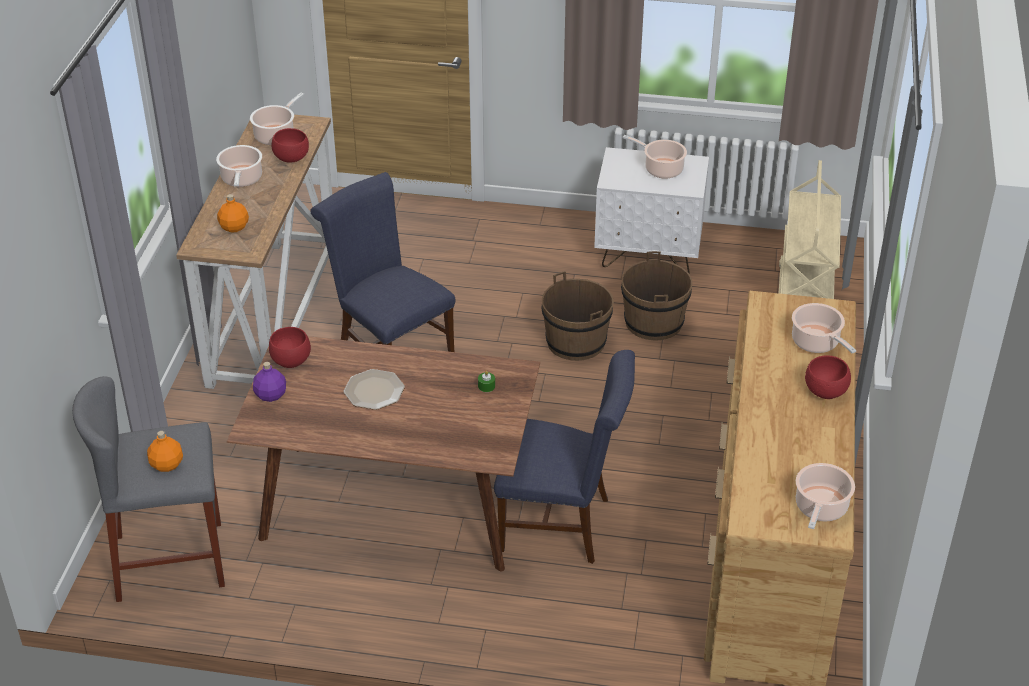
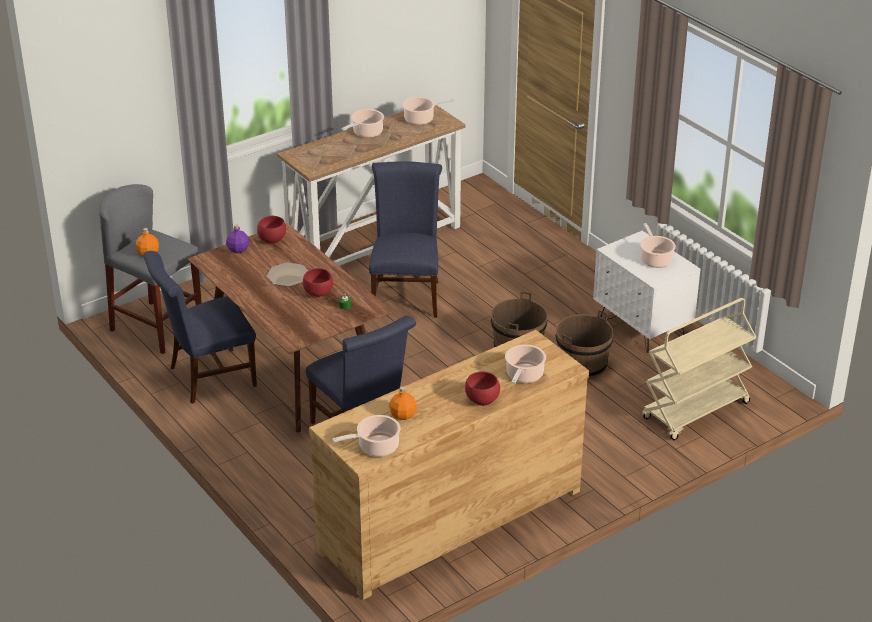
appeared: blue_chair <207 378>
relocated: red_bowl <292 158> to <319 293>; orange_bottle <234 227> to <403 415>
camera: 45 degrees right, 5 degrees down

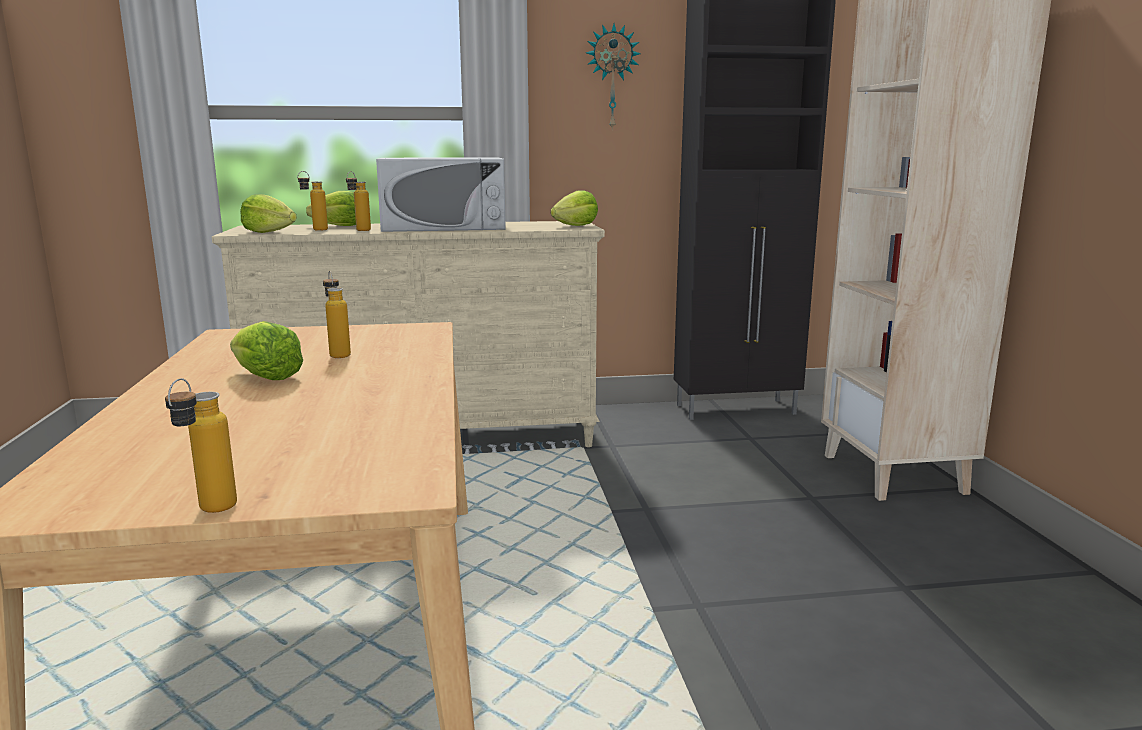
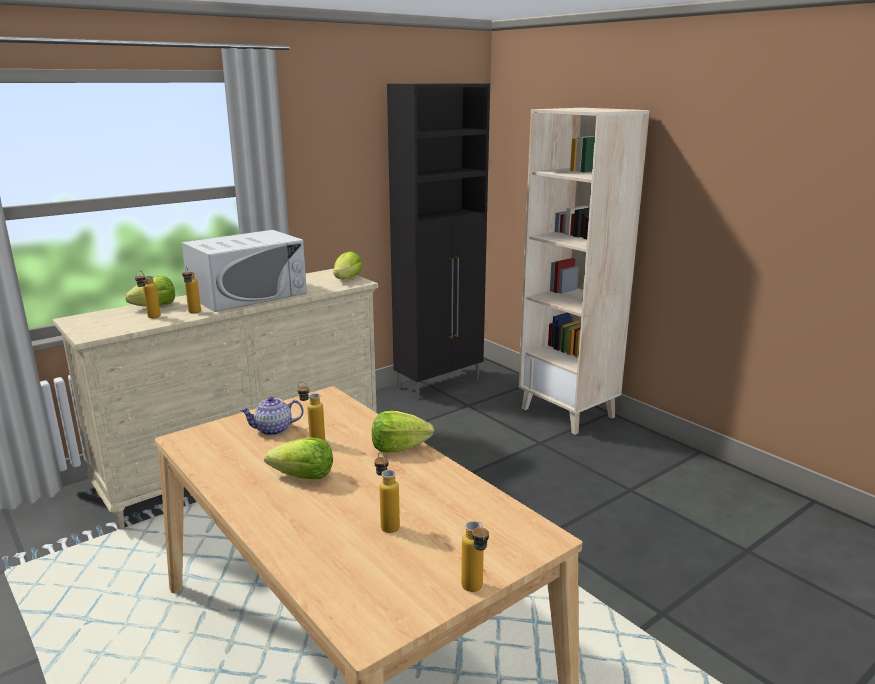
missing: wall_clock <612 77>
appeared: teapot <273 430>; bottle <387 524>
relocated: lettuce <269 232> to <399 448>
camera: 30 degrees left, 5 degrees up

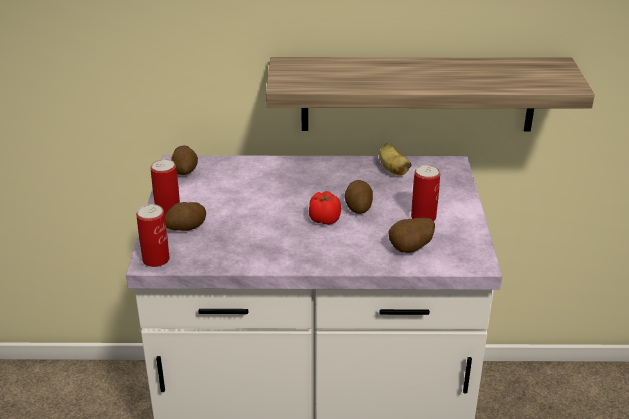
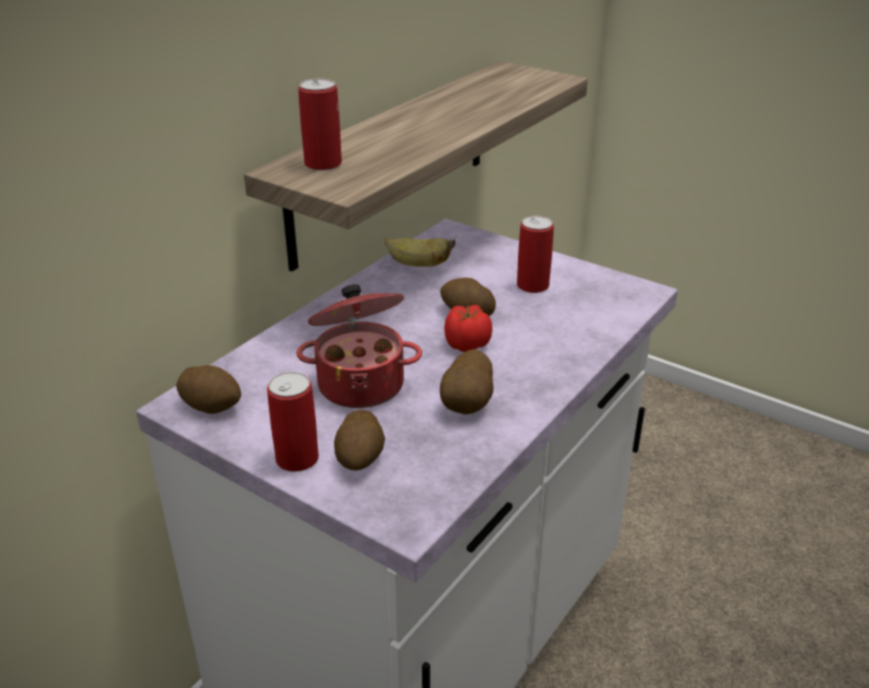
appeared: cooking_pot <361 383>
relocated: can <156 259> to <323 164>; potato <411 250> to <468 405>
camera: 55 degrees left, 0 degrees up

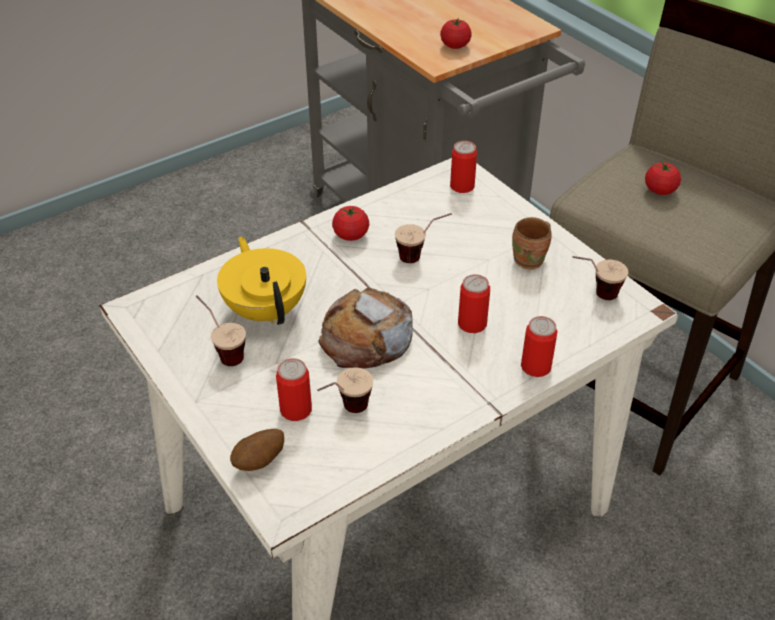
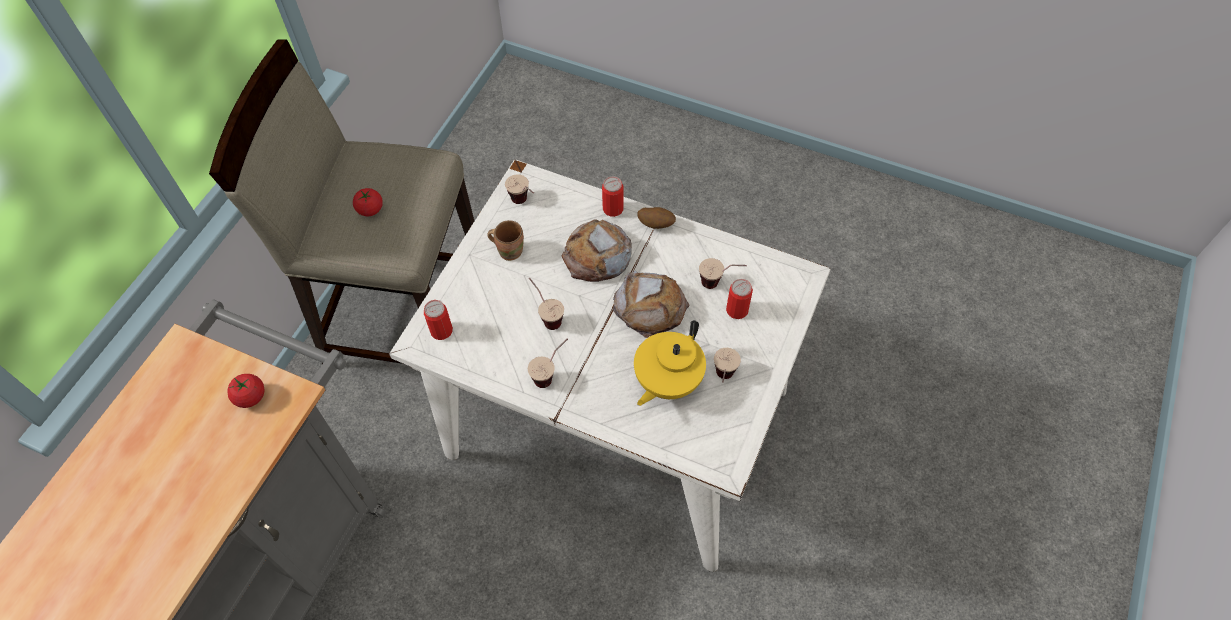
relocated: potato <260 462> to <656 224>
exchanged: tomato <351 235> to cup <551 374>; can <472 324> to bread <597 255>
camera: 120 degrees left, 15 degrees up

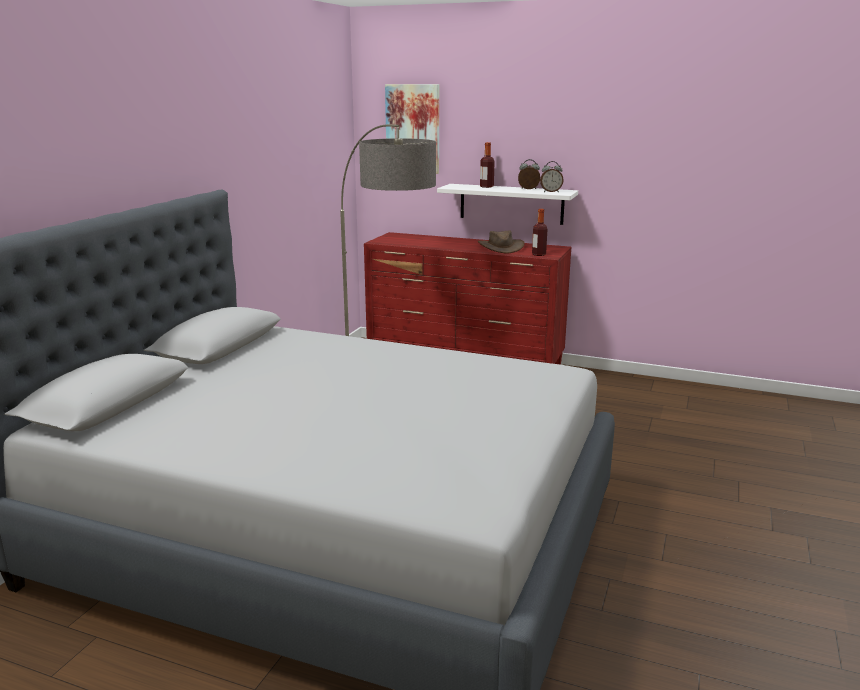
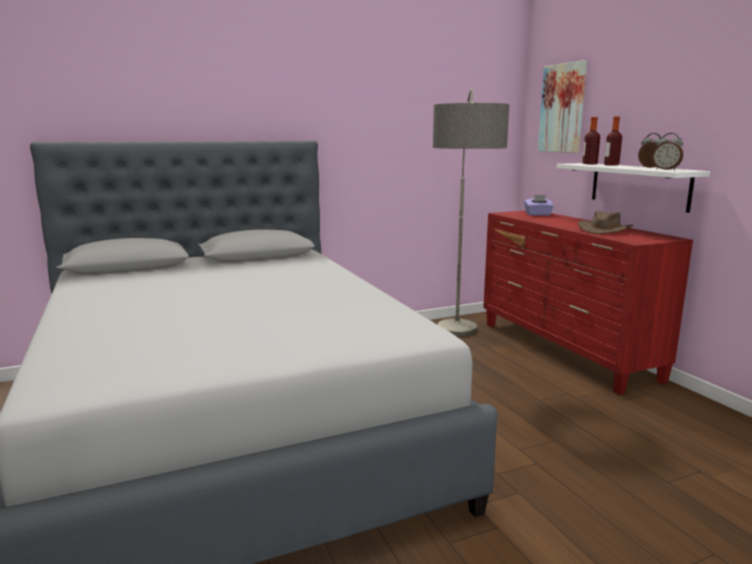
appeared: purple_tissue_box <538 214>
relocated: bottle <538 254> to <589 164>
camera: 45 degrees right, 5 degrees down

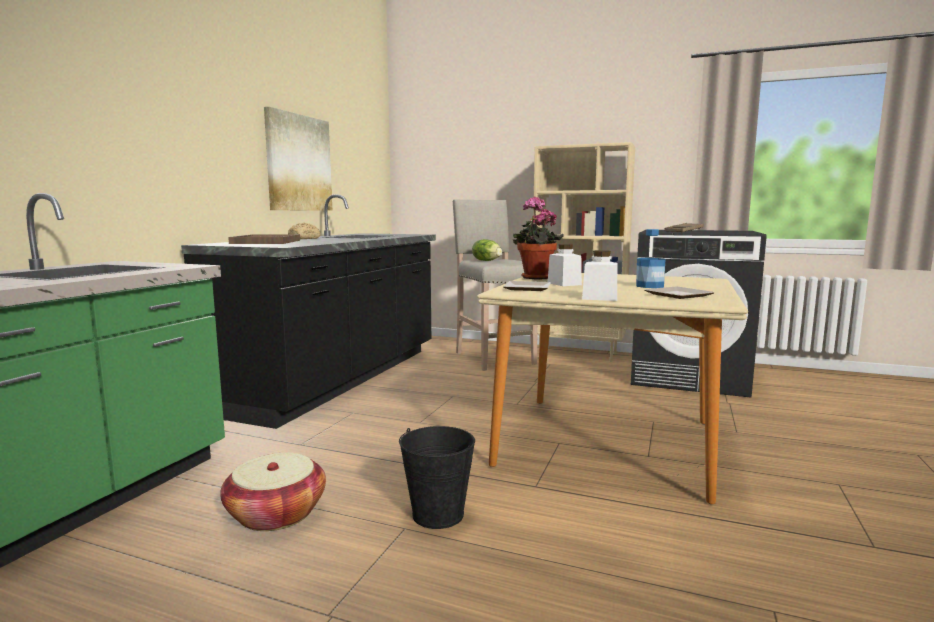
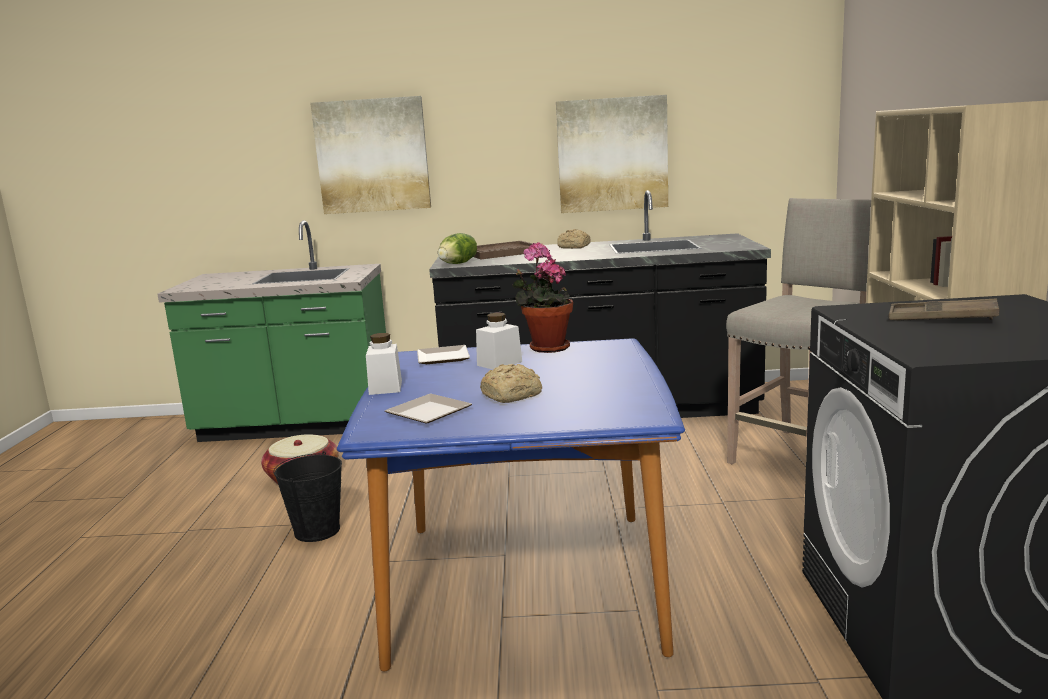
appeared: picture <372 155>
relocated: lettuce <487 261> to <458 263>
exchanged: bottle <649 286> to bread <513 395>
colour: beige_dining_table <609 443> to blue_dining_table <525 585>
camera: 70 degrees right, 5 degrees up

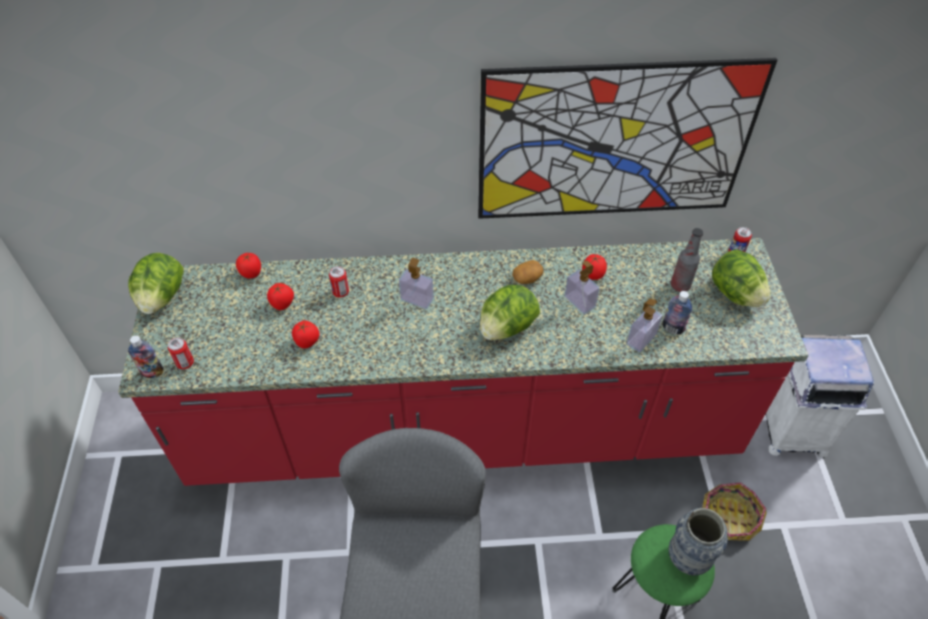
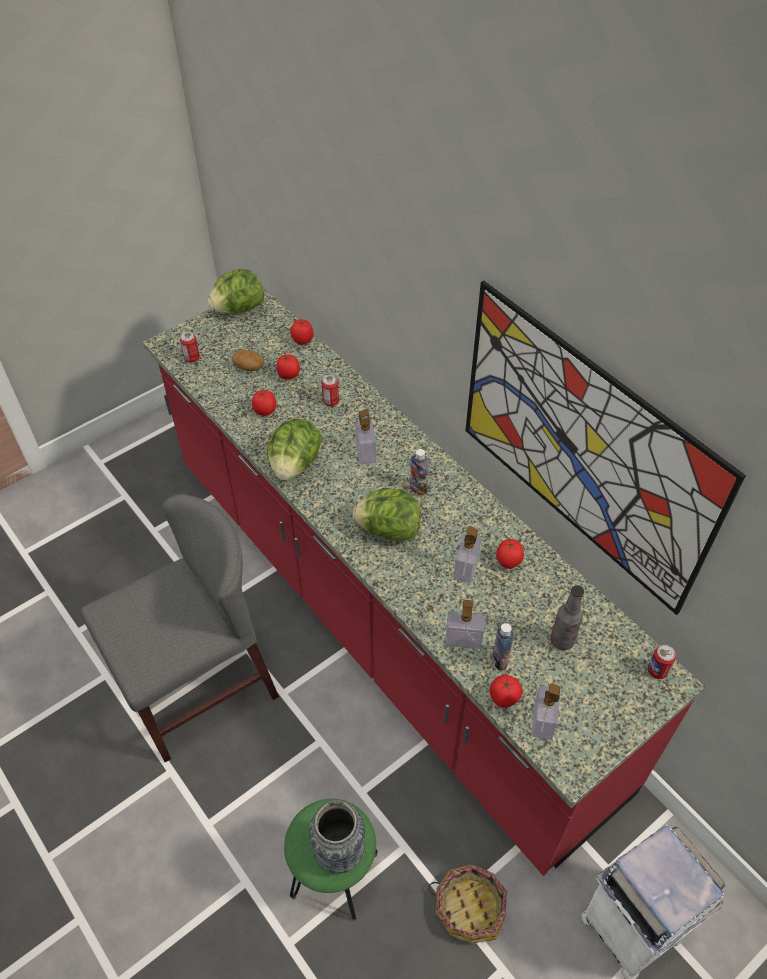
appeared: tomato <504 698>; soap_dispenser <542 721>
relocated: lettuce <735 294> to <295 464>; potato <527 278> to <248 366>; bottle <152 372> to <418 488>
camera: 55 degrees right, 0 degrees up

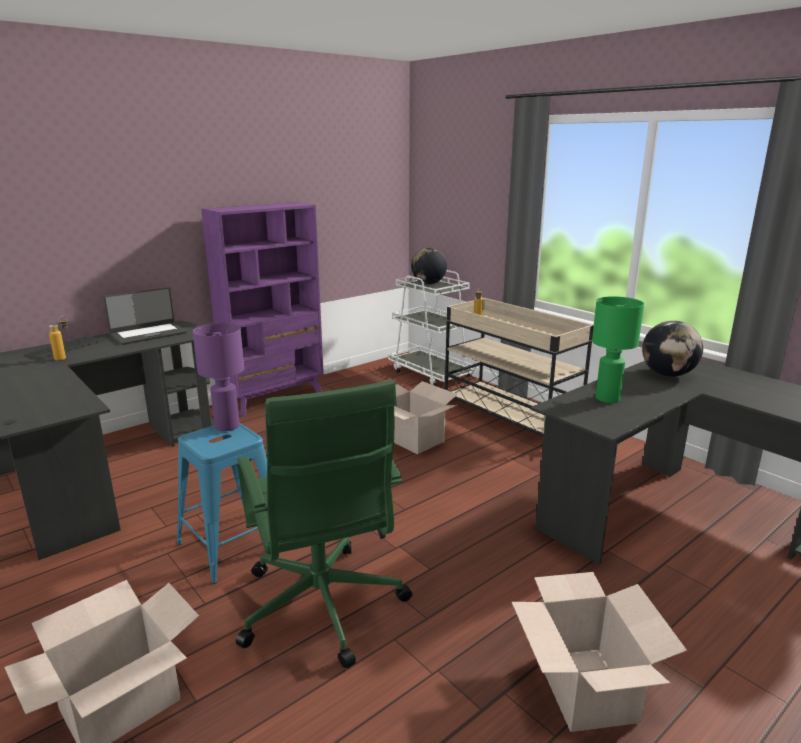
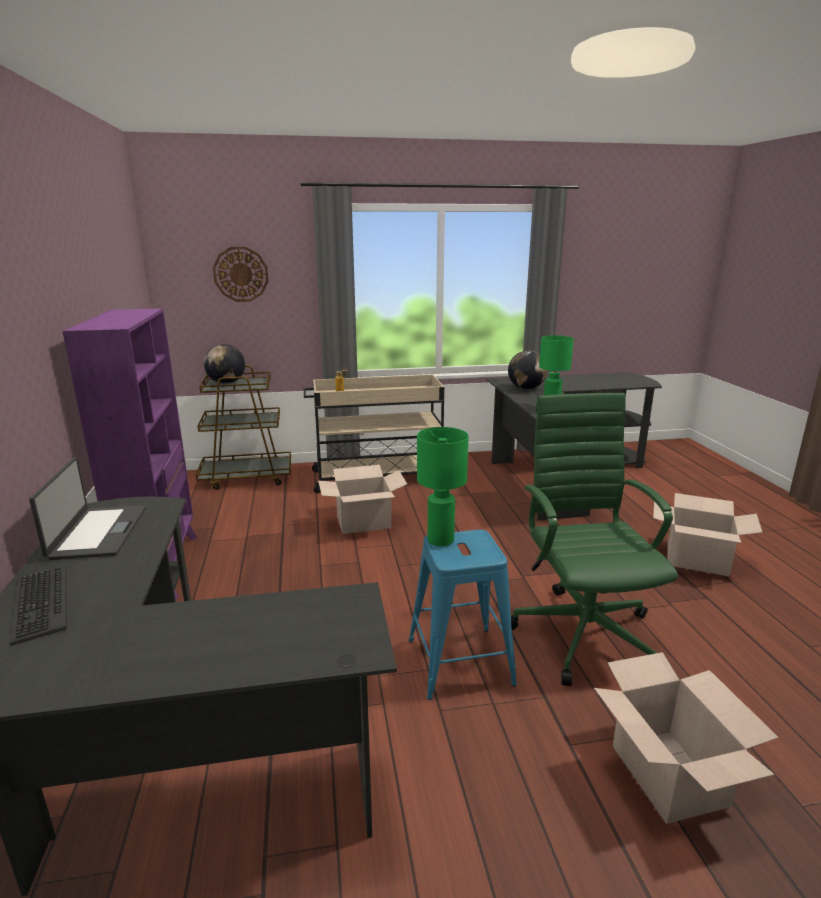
missing: bottle <64 358>
appeared: wall_clock <241 274>
colour: white_cart <430 374> to brown_cart <247 477>; purple_table_lamp <226 426> to green_table_lamp <440 540>
spun: green_office_chair <322 608> = <583 632> 105 degrees counterclockwise
camera: 60 degrees left, 0 degrees up

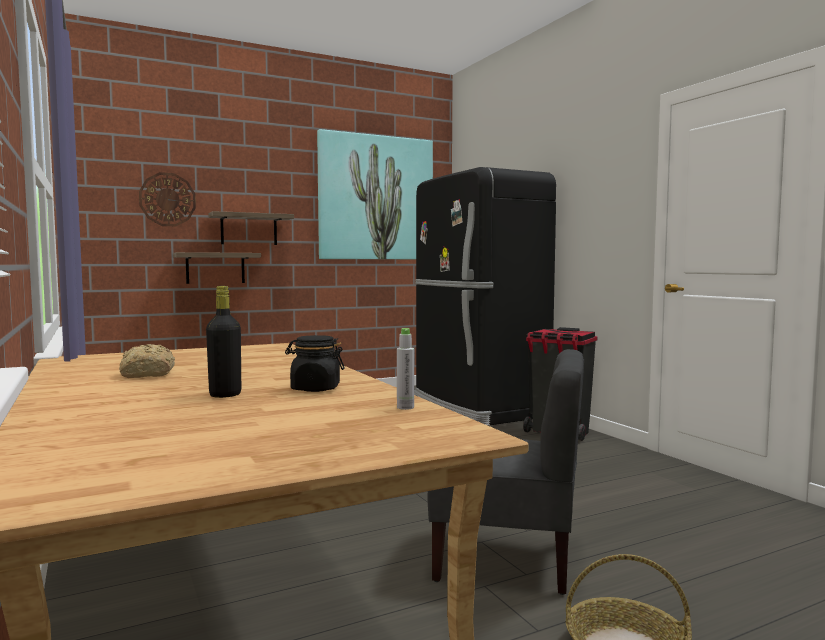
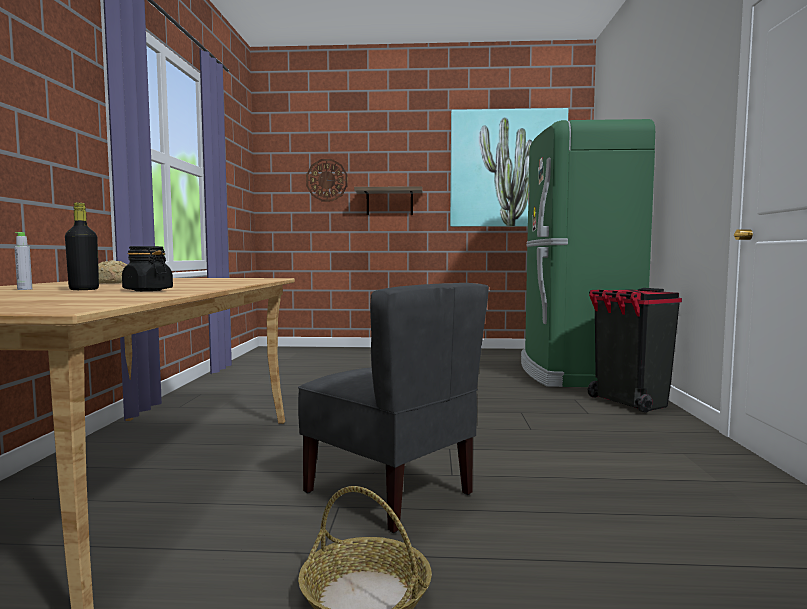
missing: shelf <215 268>
relocated: grey_bottle <405 407> to <24 289>
colour: black_fridge <476 409> to green_fridge <573 373>
camera: 30 degrees right, 0 degrees up

